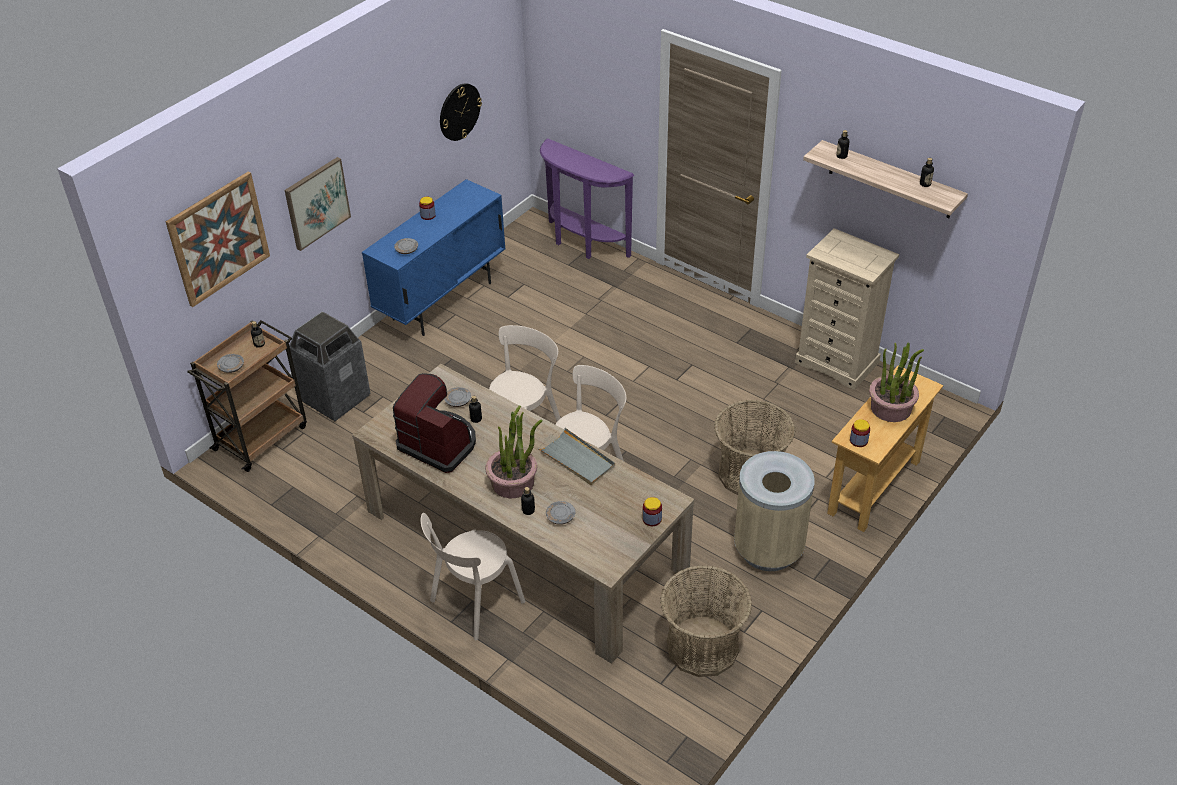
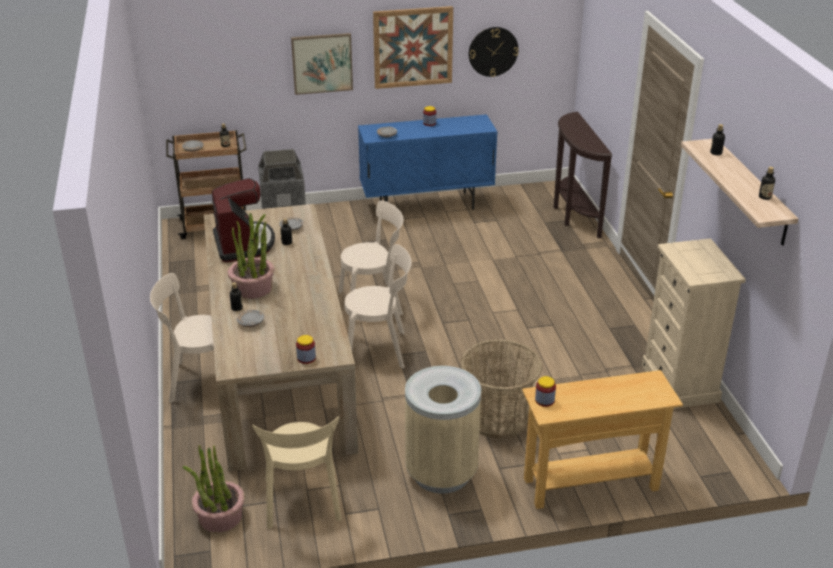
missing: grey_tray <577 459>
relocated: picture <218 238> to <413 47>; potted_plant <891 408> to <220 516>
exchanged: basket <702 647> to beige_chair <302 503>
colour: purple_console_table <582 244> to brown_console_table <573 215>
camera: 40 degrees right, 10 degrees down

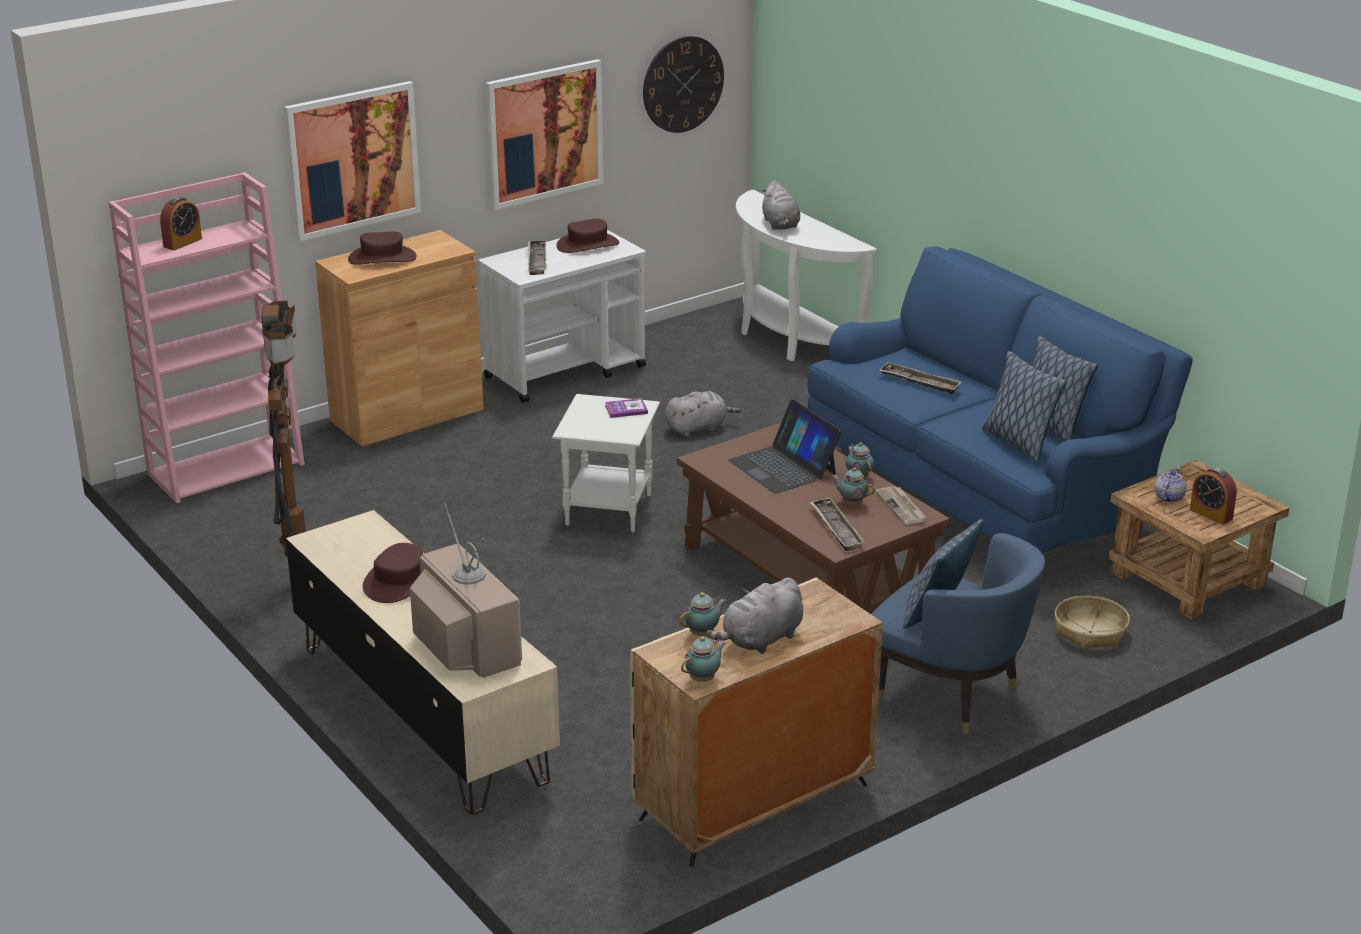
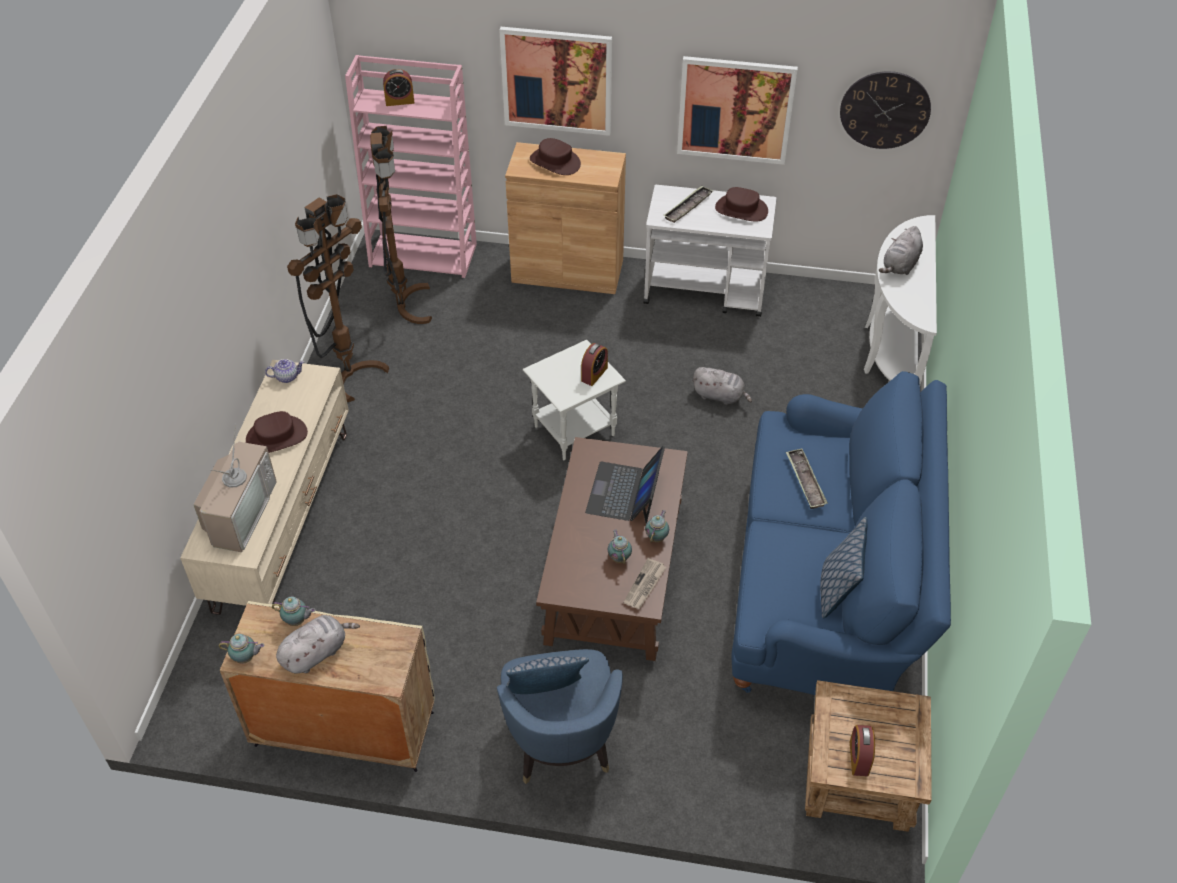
missing: pillow <1018 442>; tray <836 528>; basket <1090 632>
appeared: brown_floor_lamp <405 306>
relocated: teapot <1168 497> to <287 377>
exchanged: book <626 409> to alarm_clock <594 374>
spun: grey_plush_toy <760 640> = <316 653> 135 degrees clockwise
camera: 45 degrees right, 20 degrees up

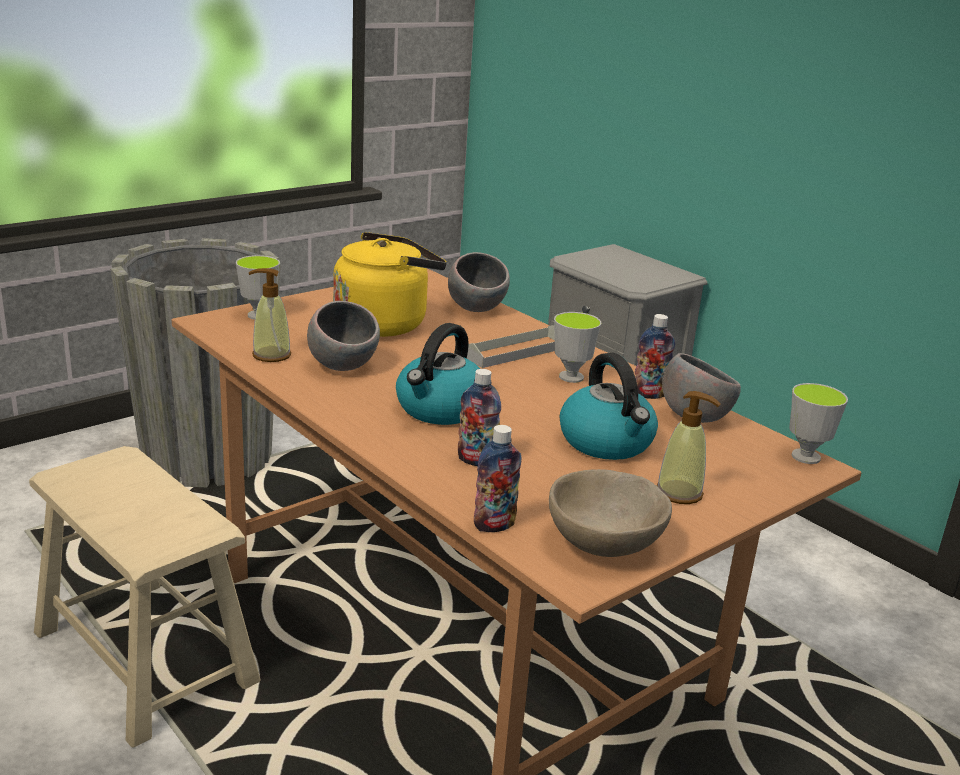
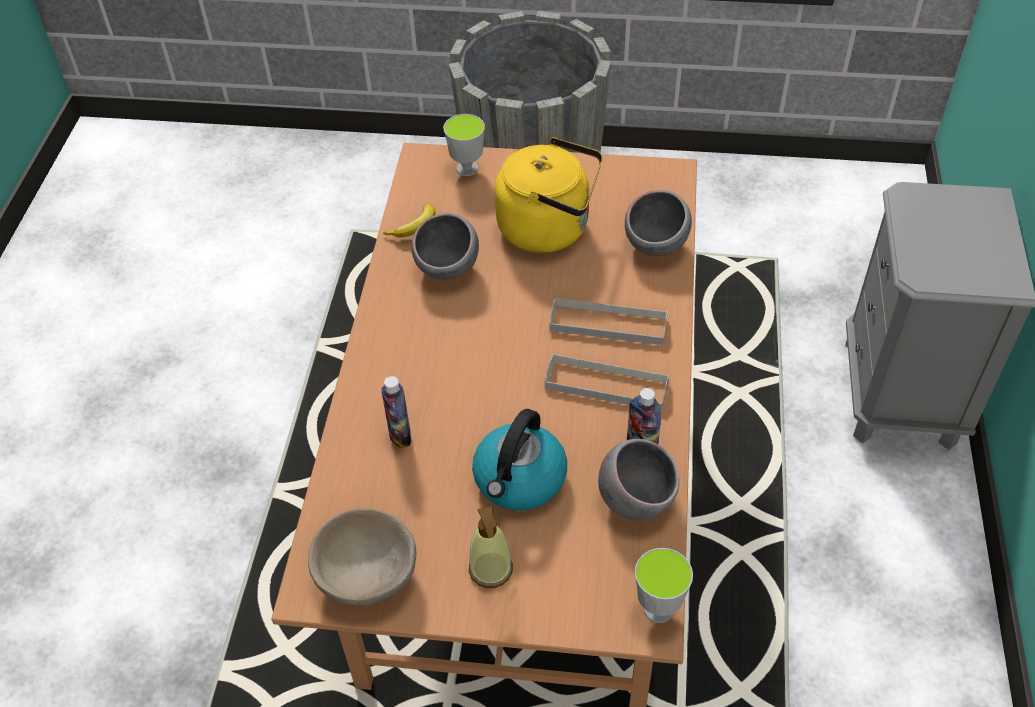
missing: kettle <441 409>; bottle <494 525>; beige_stool <145 657>
exchanged: soap_dispenser <271 355> to banana <415 227>; cup <571 377> to grey_tray <606 385>
camera: 50 degrees right, 25 degrees up

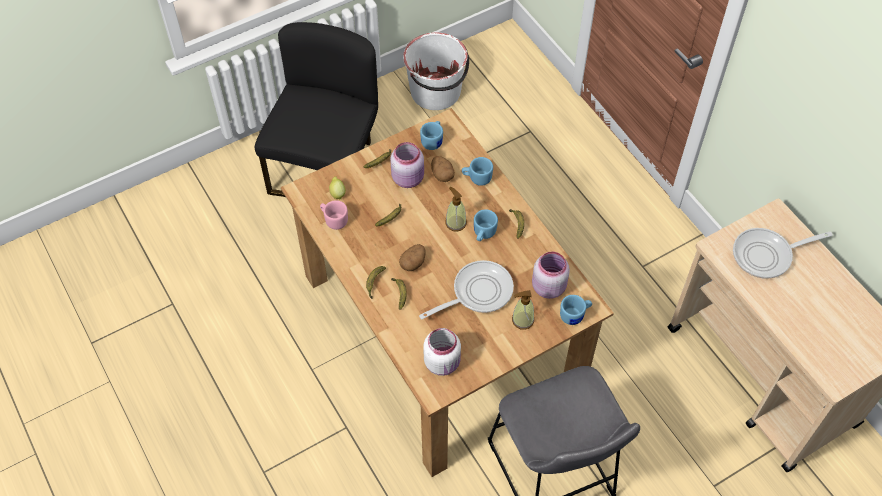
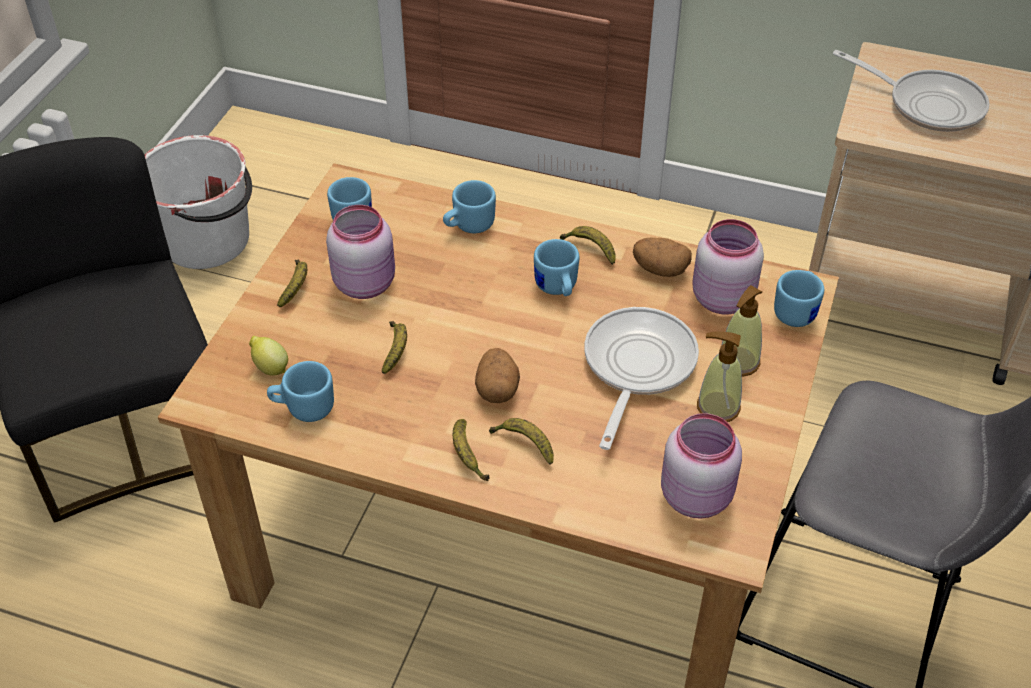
relocated: potato <442 174> to <660 269>; soap_dispenser <455 223> to <717 407>
colour: pink_mug <334 220> to blue_mug <303 408>; white_jar <443 362> to pink_jar <697 495>
spun: frying_pan <766 255> = <928 105> 90 degrees counterclockwise
camera: 40 degrees left, 10 degrees down

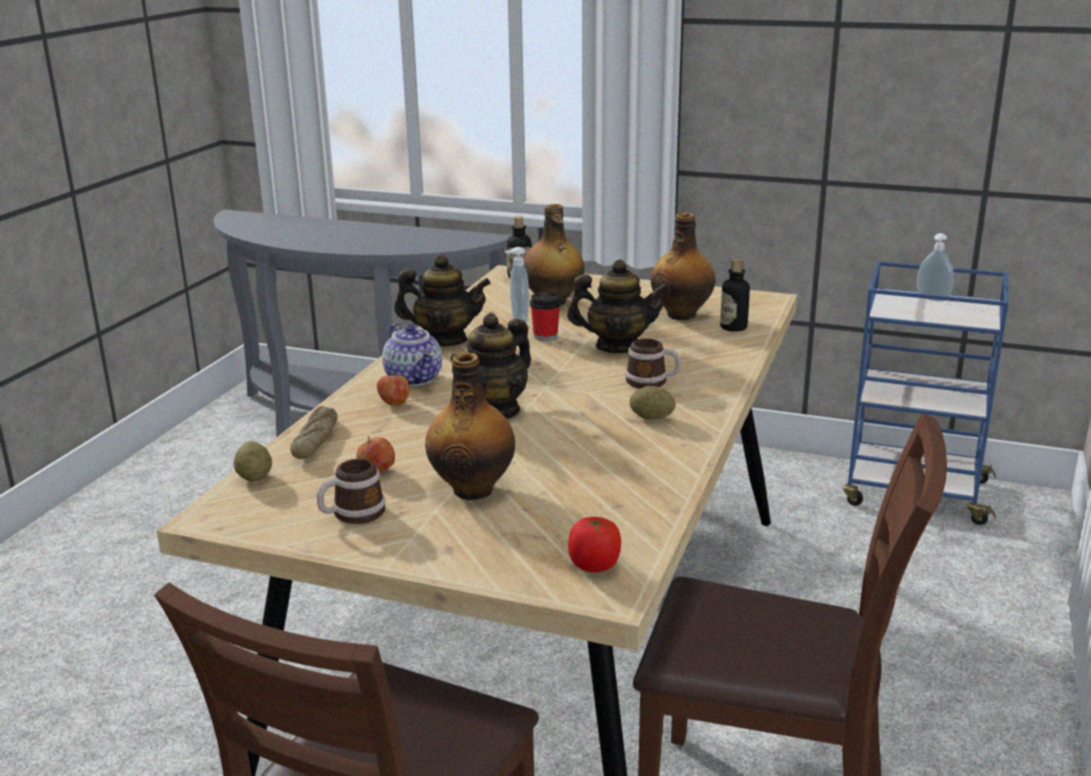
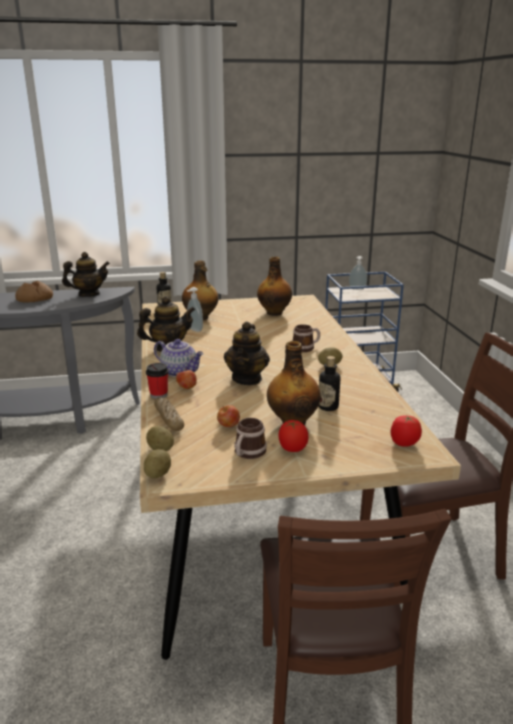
appeared: bread <35 299>; tomato <292 448>; potato <158 474>
relocated: teapot <617 347> to <89 294>; bottle <733 327> to <328 407>; cup <545 336> to <158 395>
camera: 30 degrees left, 0 degrees up

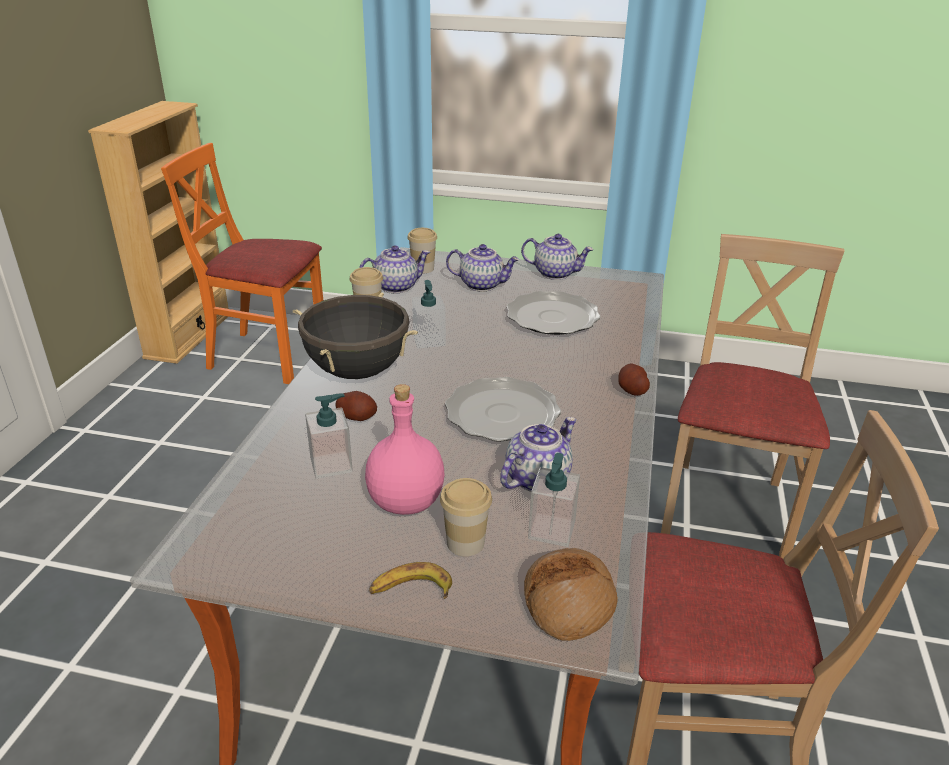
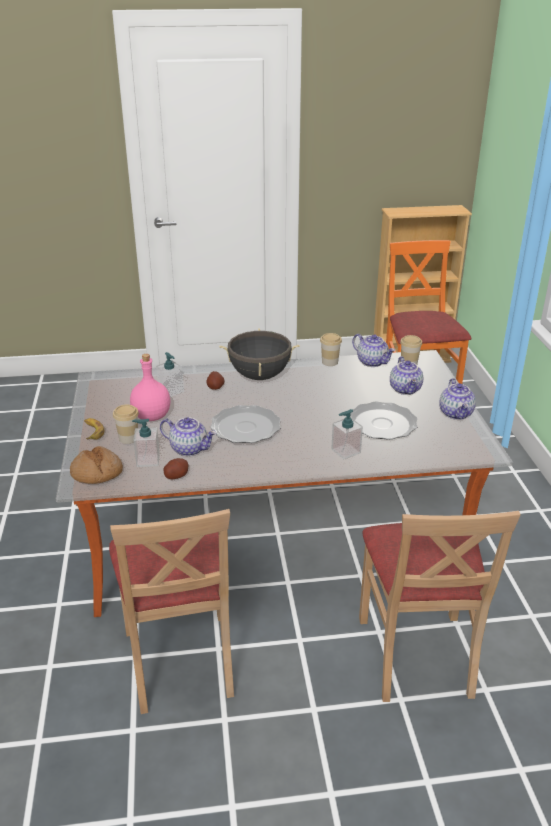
relocated: soap_dispenser <429 340> to <345 451>; potato <632 390> to <176 476>
spun: beige_chair <726 508> = <417 654> 90 degrees clockwise
camera: 70 degrees right, 0 degrees up

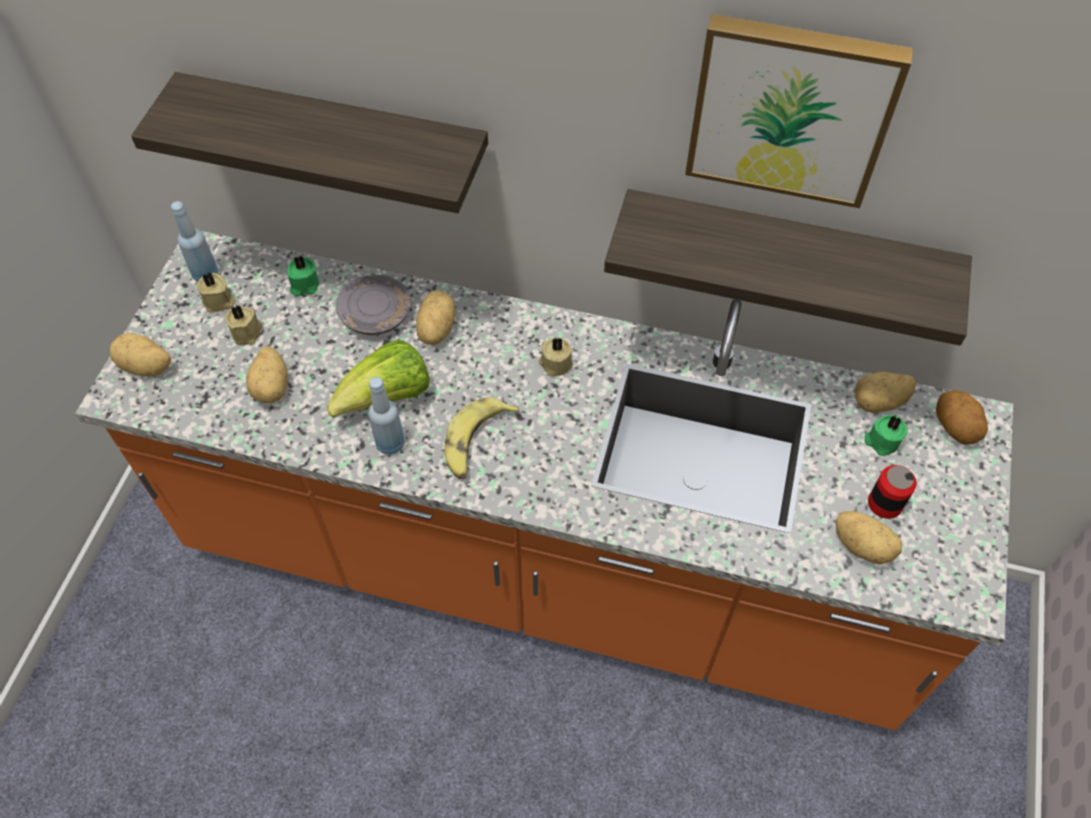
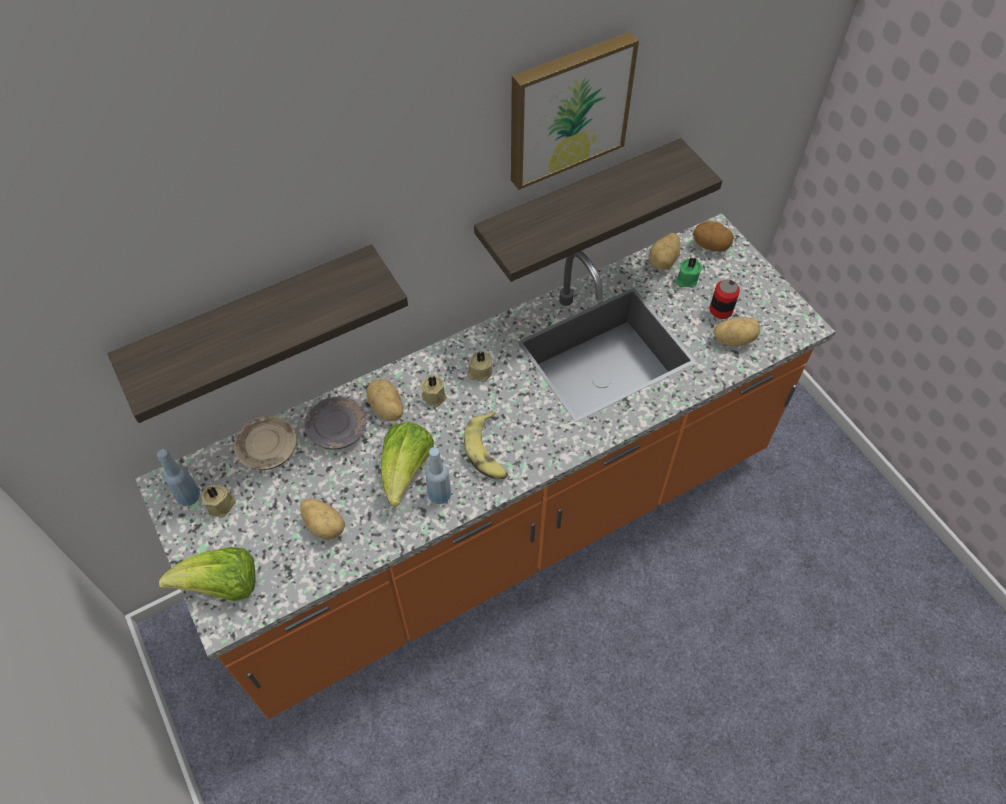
relocated: beige_candle <247 332> to <434 395>
exchanged: green_candle <304 285> to beige_plate <268 449>; potato <146 367> to lettuce <222 586>
camera: 45 degrees left, 0 degrees up

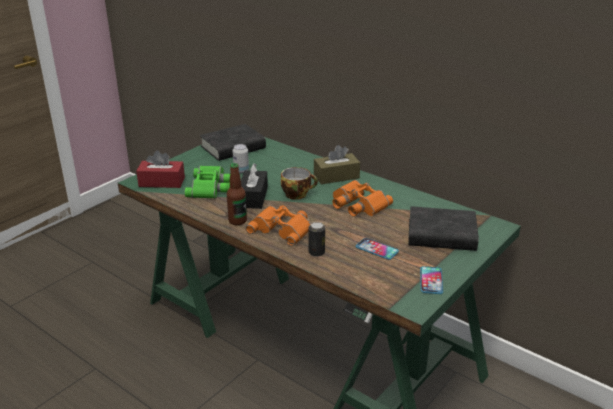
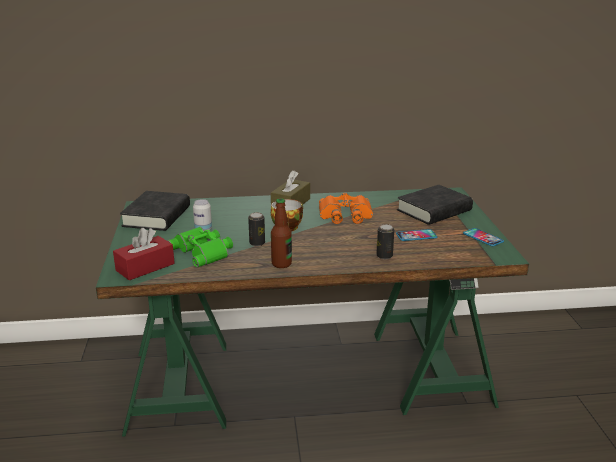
missing: orange_binoculars <282 228>
exchanged: black_tissue_box <253 197> to can <257 243>
camera: 45 degrees left, 5 degrees down

